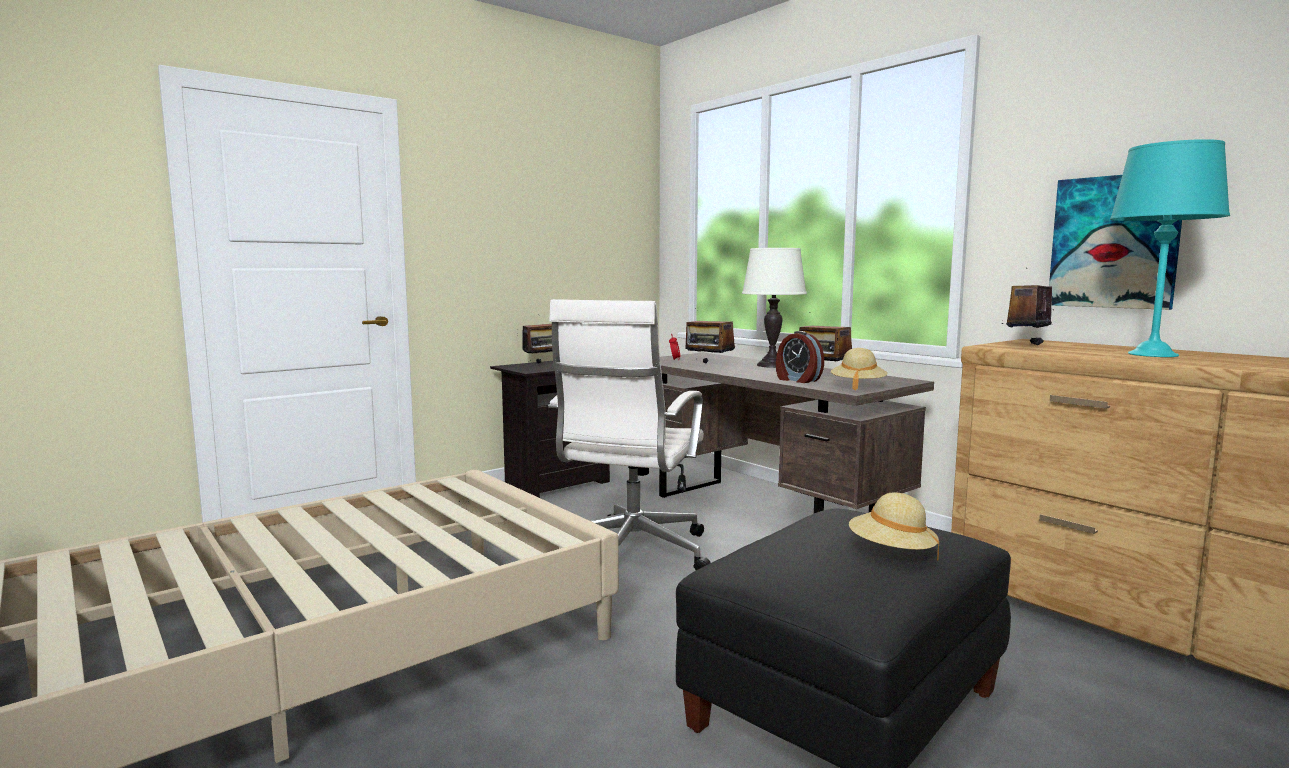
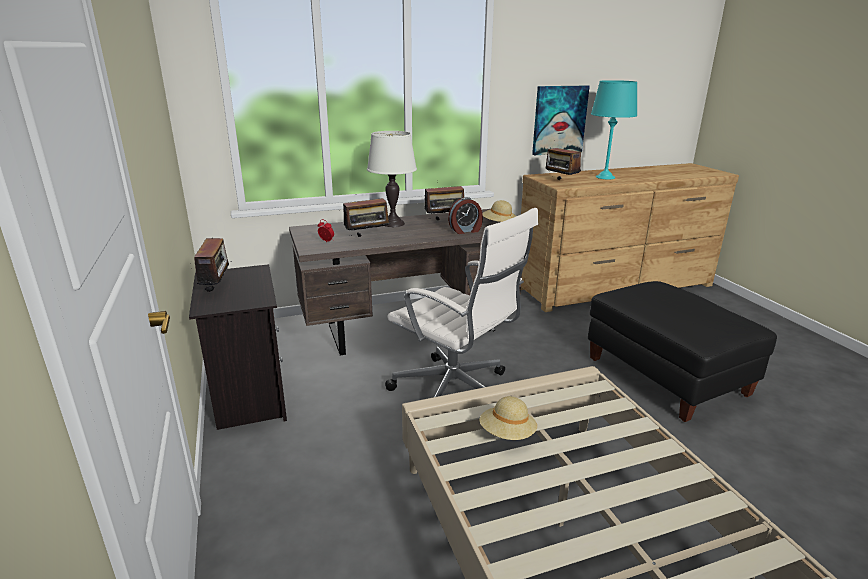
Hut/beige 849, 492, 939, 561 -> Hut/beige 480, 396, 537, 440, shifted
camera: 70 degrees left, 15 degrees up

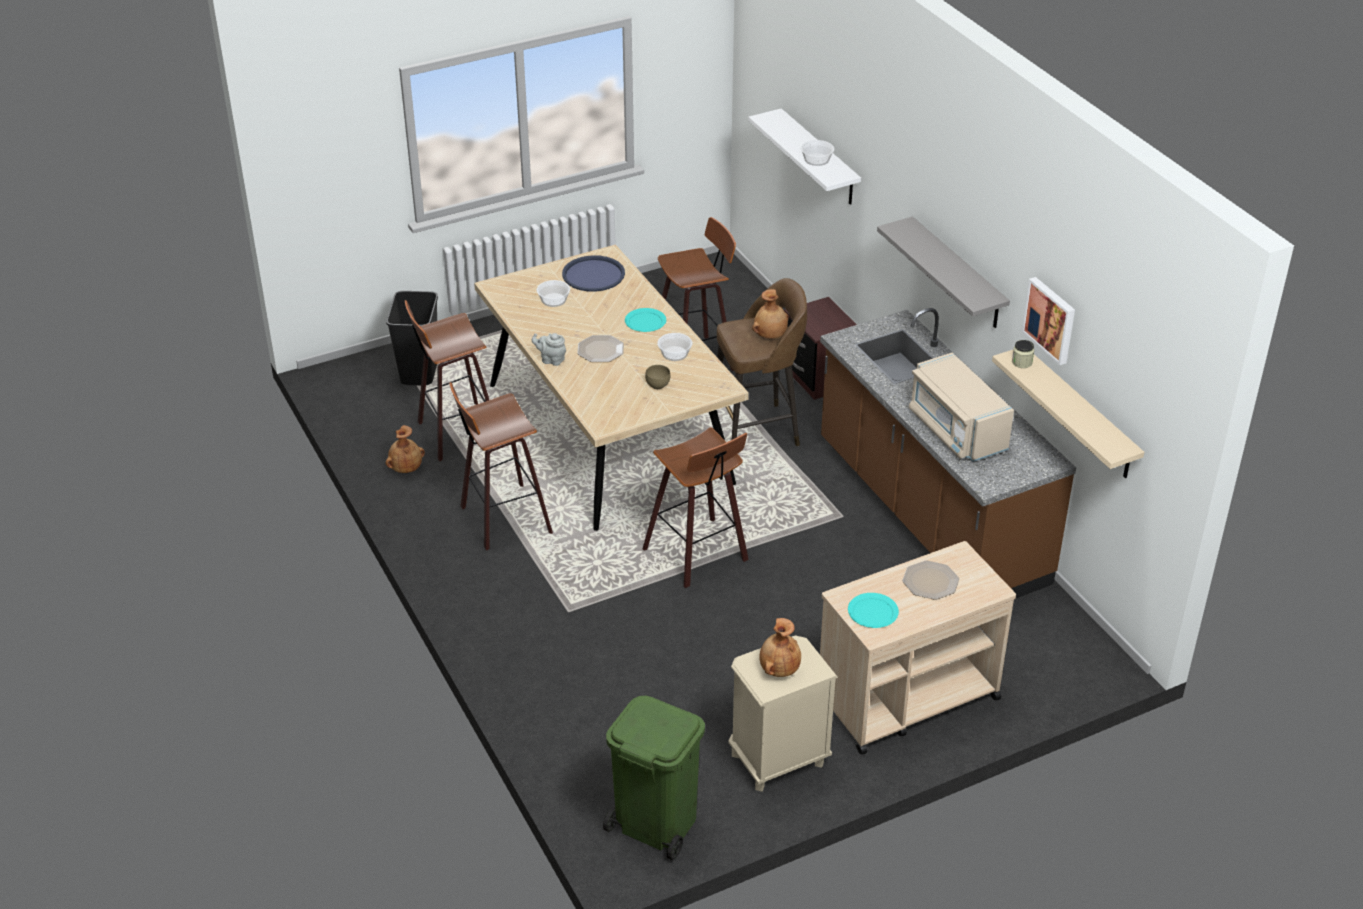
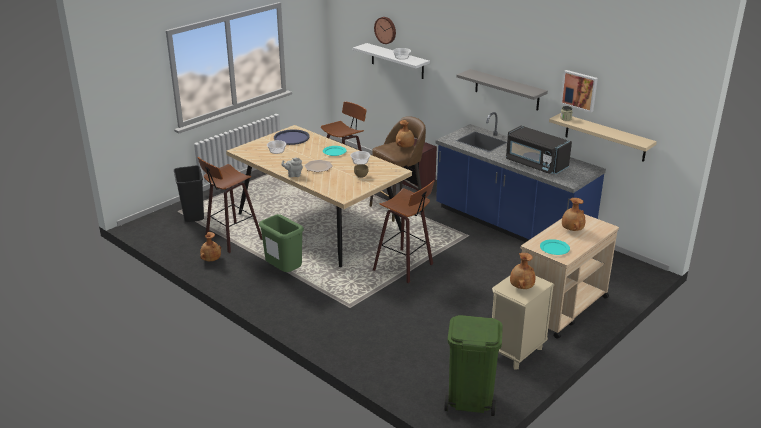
none -> Wanduhr 374, 17, 396, 44
Hocker 449, 382, 553, 550 -> Mülleimer/grün 259, 214, 304, 272
Teller 903, 561, 959, 600 -> Vase/braun 562, 198, 585, 231
Küchenzeile/braun 820, 308, 1076, 599 -> Küchenzeile/blau 436, 112, 606, 242
Mikrowelle/beige 909, 353, 1014, 462 -> Mikrowelle/schwarz 506, 126, 572, 174
camera: 20 degrees left, 10 degrees down

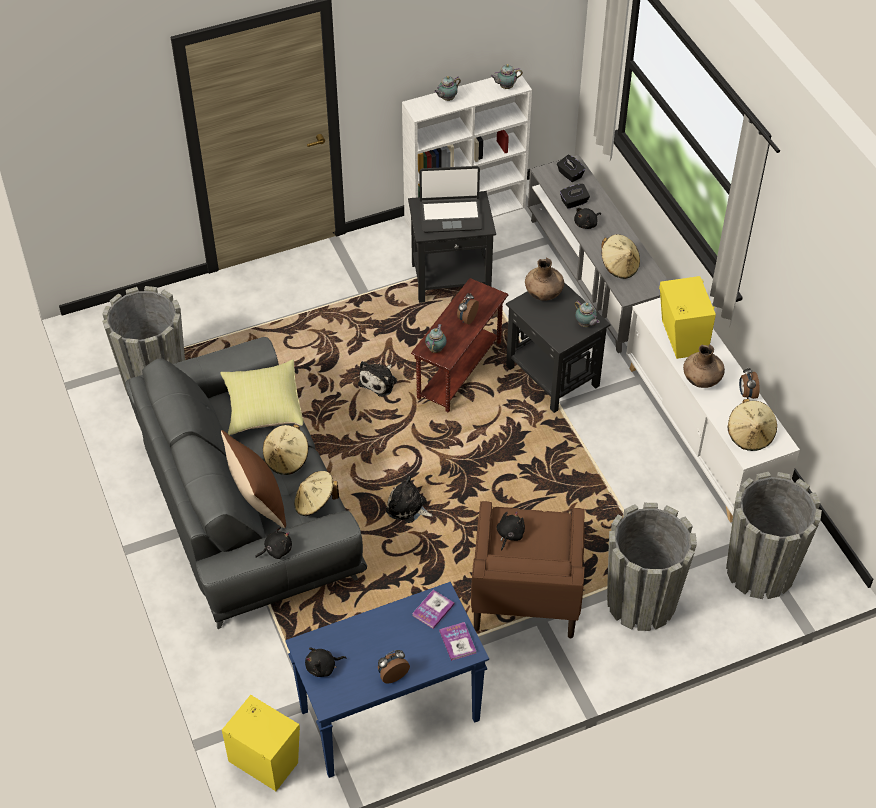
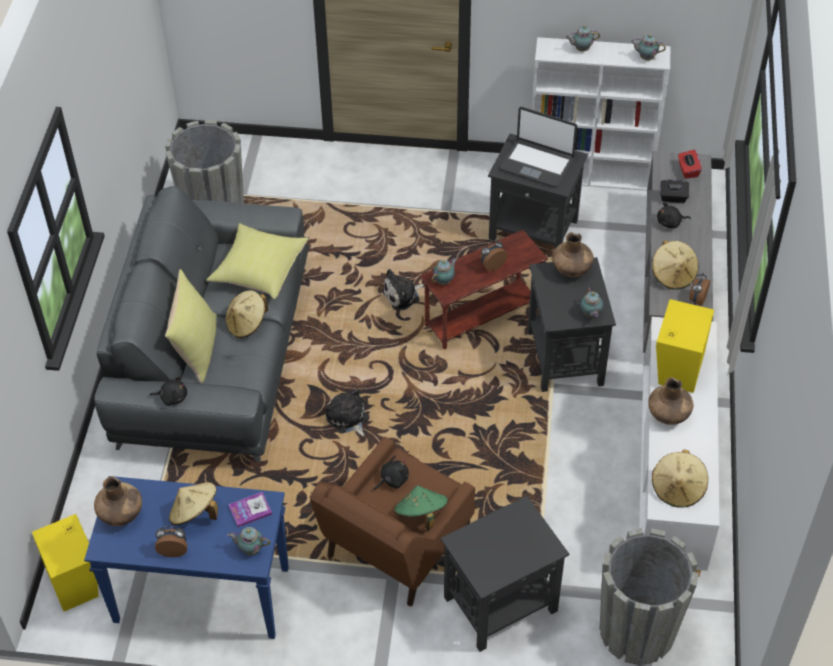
none -> Hut/grün 394, 485, 448, 531
Hut/beige 294, 471, 339, 516 -> Hut/beige 169, 482, 218, 525, shifted
Wecker 739, 367, 760, 399 -> Wecker 689, 273, 710, 306, shifted
Plüschtier/schwarz 305, 648, 346, 677 -> Vase/braun 94, 476, 142, 526
Buch 439, 622, 476, 661 -> Teekanne 227, 527, 271, 555
Pflanzkübel/grau 607, 503, 697, 631 -> Beistelltisch/schwarz 440, 496, 569, 652
Kissen/braun 221, 430, 286, 528 -> Kissen/gelb 165, 269, 217, 383
Taschentuchbox/schwarz 557, 155, 585, 182 -> Taschentuchbox/rot 678, 150, 702, 178
camera: 30 degrees right, 0 degrees up

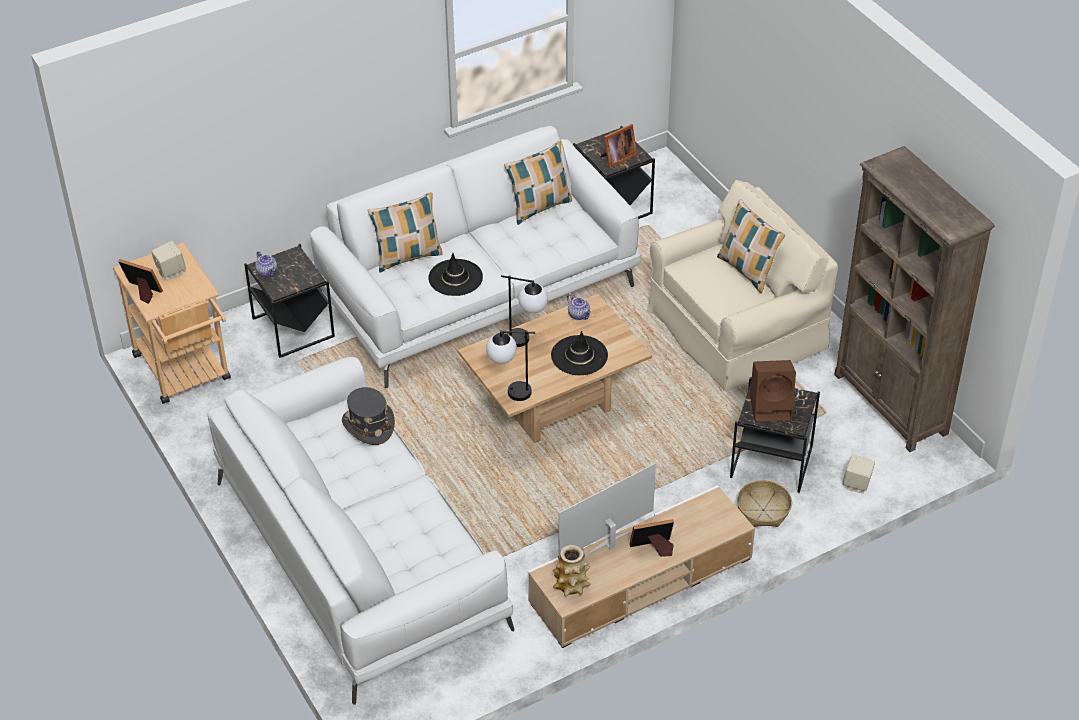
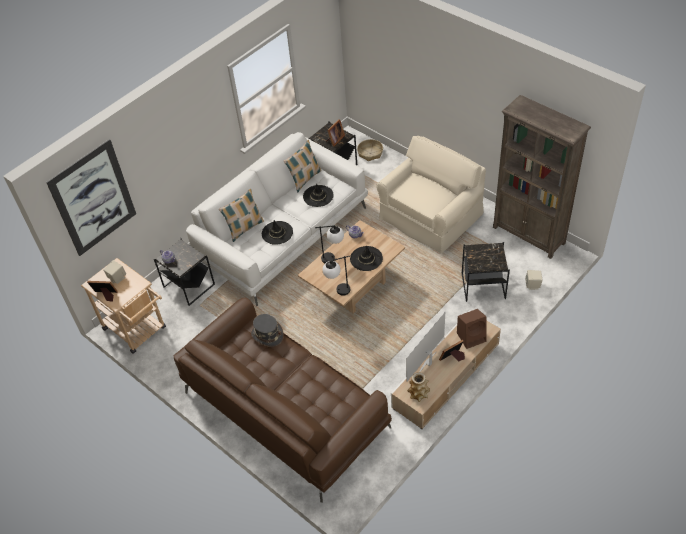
Kissen 717, 199, 785, 293 -> none
none -> Bild 46, 139, 136, 256
none -> Hut/schwarz 303, 184, 334, 207
Korb 737, 480, 792, 527 -> Korb 357, 139, 383, 161, shifted
Lautsprecher/braun 750, 360, 796, 422 -> Lautsprecher/braun 457, 309, 487, 349, shifted
Sofa/weiß 208, 357, 514, 705 -> Sofa/braun 174, 298, 392, 503
camera: 15 degrees left, 5 degrees up

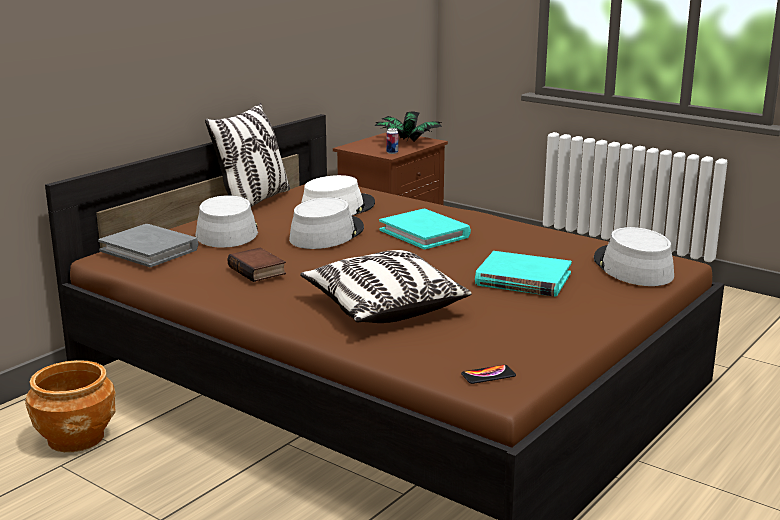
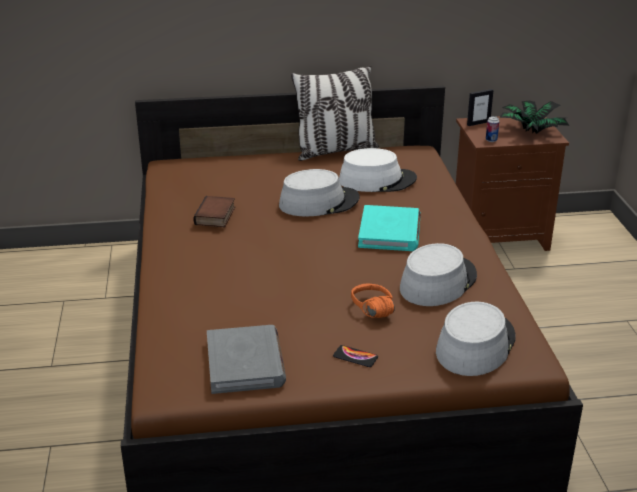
Pflanzkübel/braun 25, 360, 116, 452 -> none
Kissen 300, 250, 471, 323 -> none
none -> Bilderrahmen 467, 89, 494, 126
Buch/grau 98, 224, 198, 267 -> Buch/grau 207, 325, 286, 394, shifted
Hut/grau 195, 195, 258, 248 -> Hut/grau 400, 243, 477, 306, shifted
Handy 461, 365, 516, 384 -> Handy 333, 345, 378, 367, shifted
Buch/türkis 475, 251, 572, 297 -> Kopfhörer/orange 351, 284, 395, 318
camera: 45 degrees right, 10 degrees up

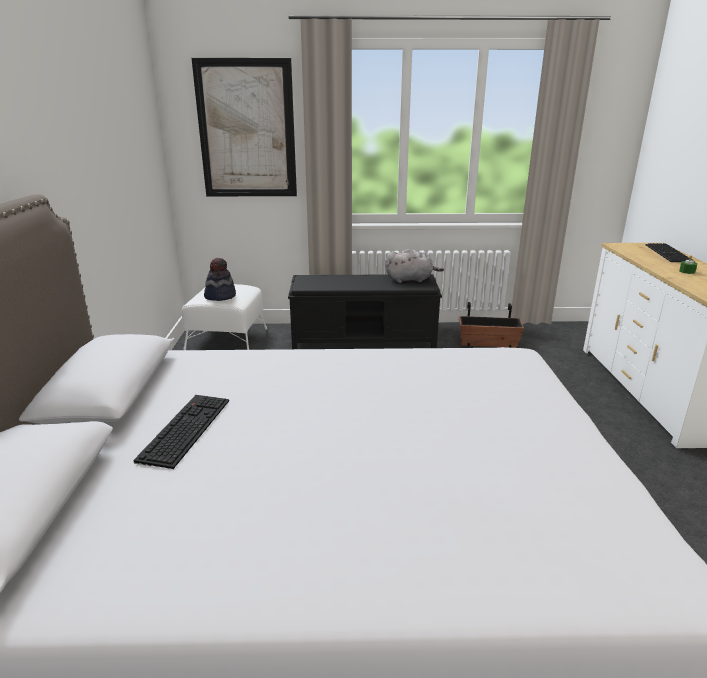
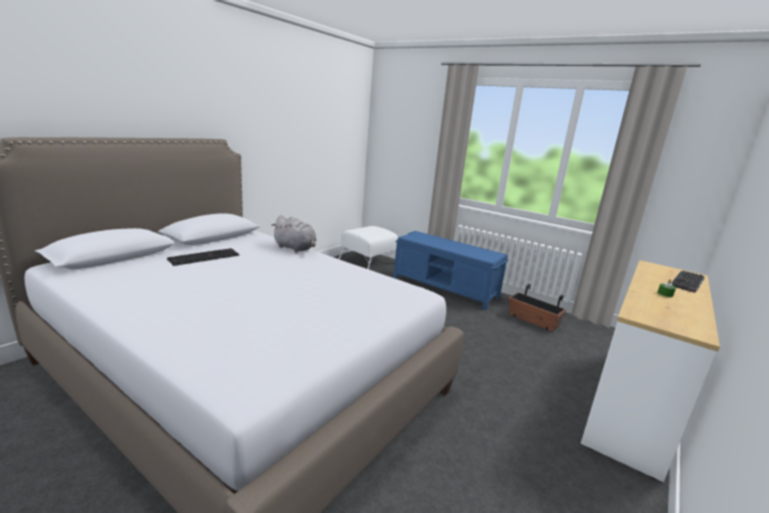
Bild 192, 58, 297, 196 -> none
Hut 204, 258, 236, 301 -> none
Plüschtier/grau 385, 249, 444, 283 -> Plüschtier/grau 271, 215, 317, 252, shifted
Bank/schwarz 288, 274, 442, 349 -> Bank/blau 393, 231, 508, 310
camera: 35 degrees right, 5 degrees down

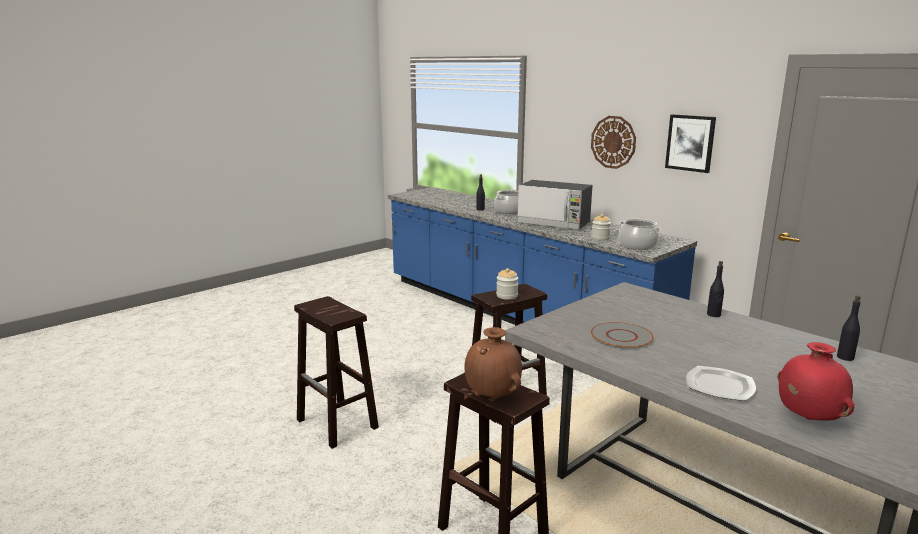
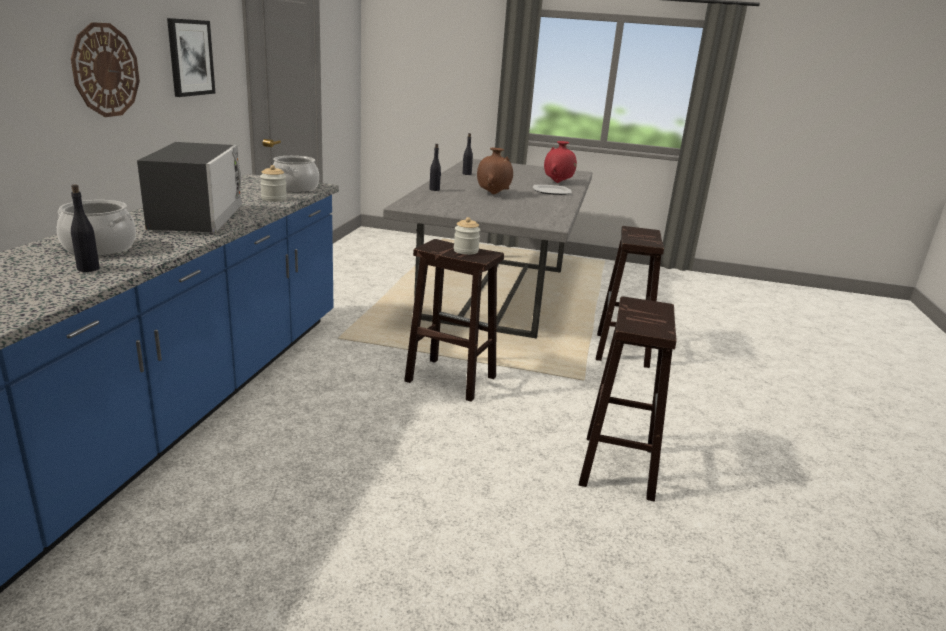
Teller/grau 591, 322, 654, 349 -> none
Vase/braun 464, 327, 522, 398 -> Vase/braun 477, 148, 513, 194, shifted
camera: 125 degrees left, 5 degrees up

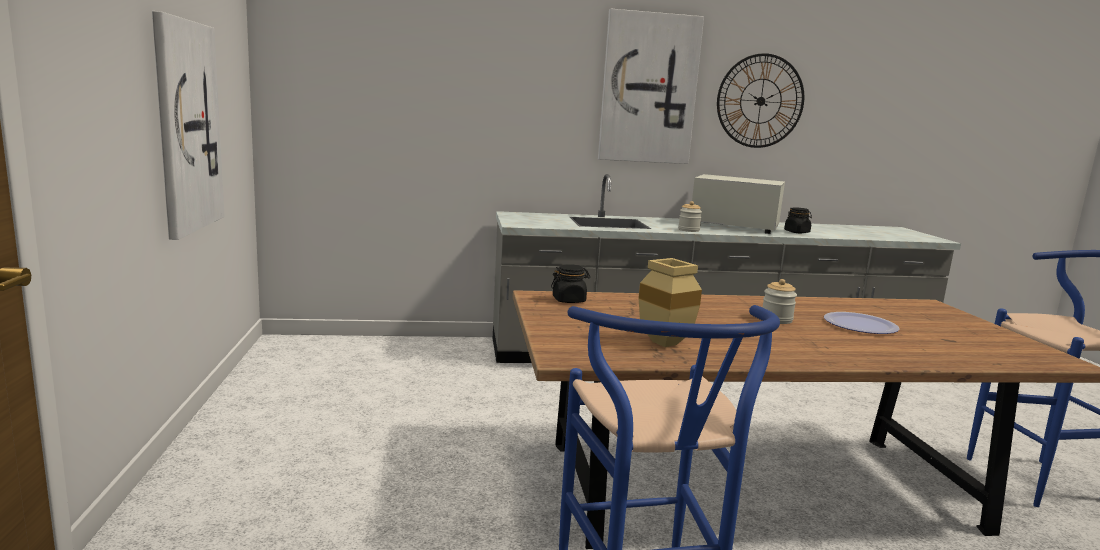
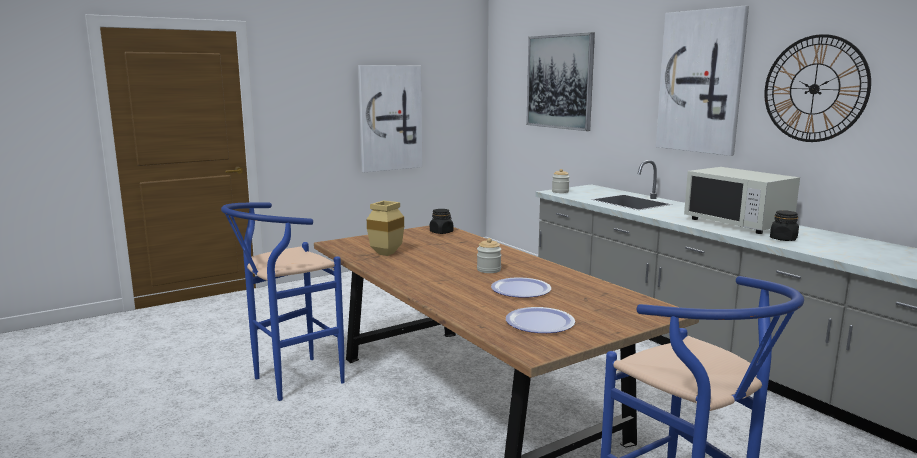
none -> Teller 506, 307, 575, 333
none -> Bild 526, 32, 595, 131
Vorratsglas 678, 201, 702, 232 -> Vorratsglas 552, 169, 569, 193, shifted
Mikrowelle/weiß 692, 174, 785, 234 -> Mikrowelle/weiß 684, 167, 800, 234, 150 degrees clockwise
camera: 65 degrees right, 0 degrees up

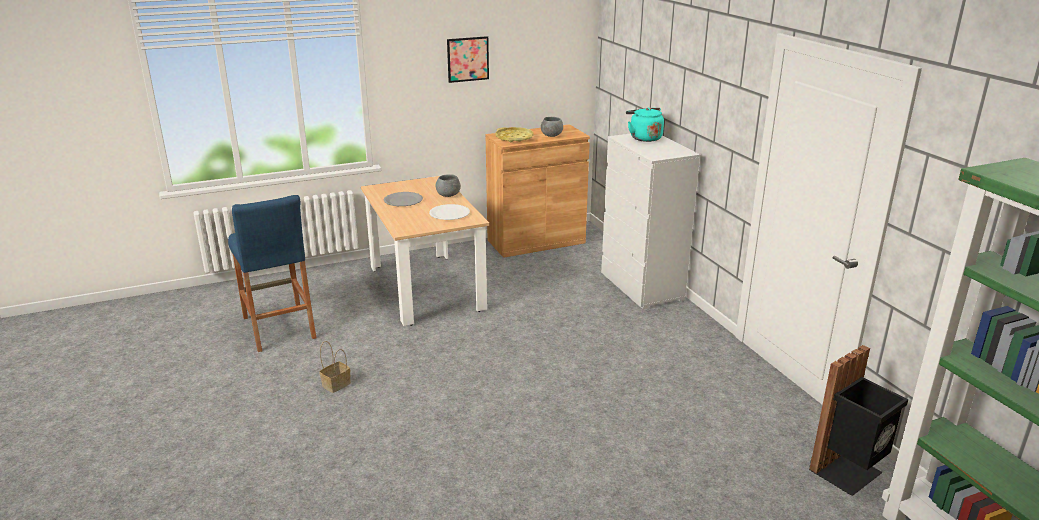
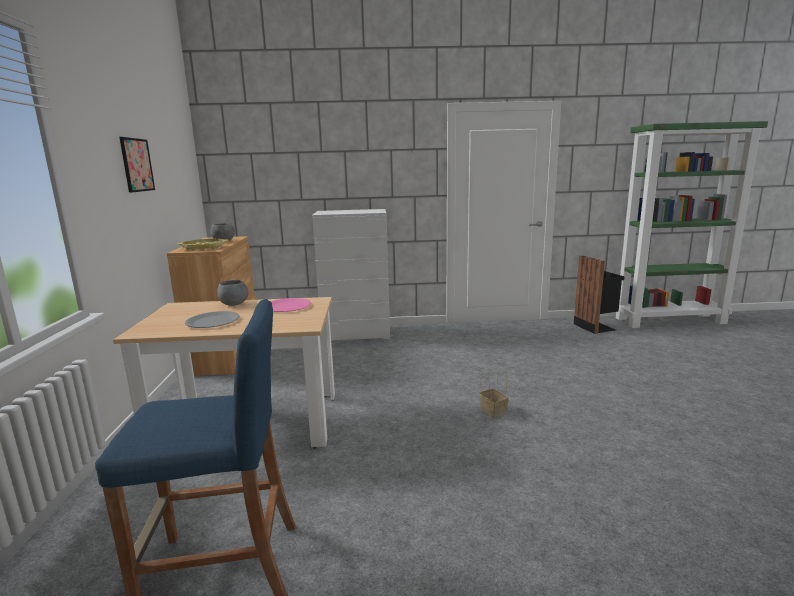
Wasserkessel/türkis 626, 107, 664, 142 -> none
Korb 319, 341, 351, 393 -> Korb 479, 367, 509, 418, shifted
Teller/weiß 429, 204, 470, 220 -> Teller/rosa 270, 298, 311, 312
camera: 70 degrees left, 10 degrees down

